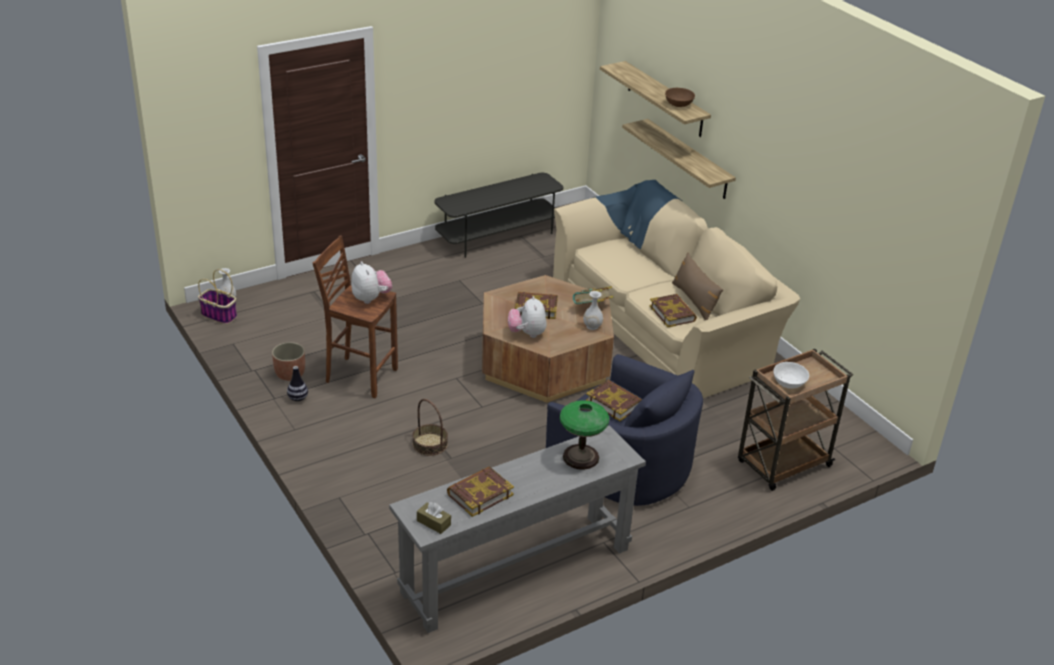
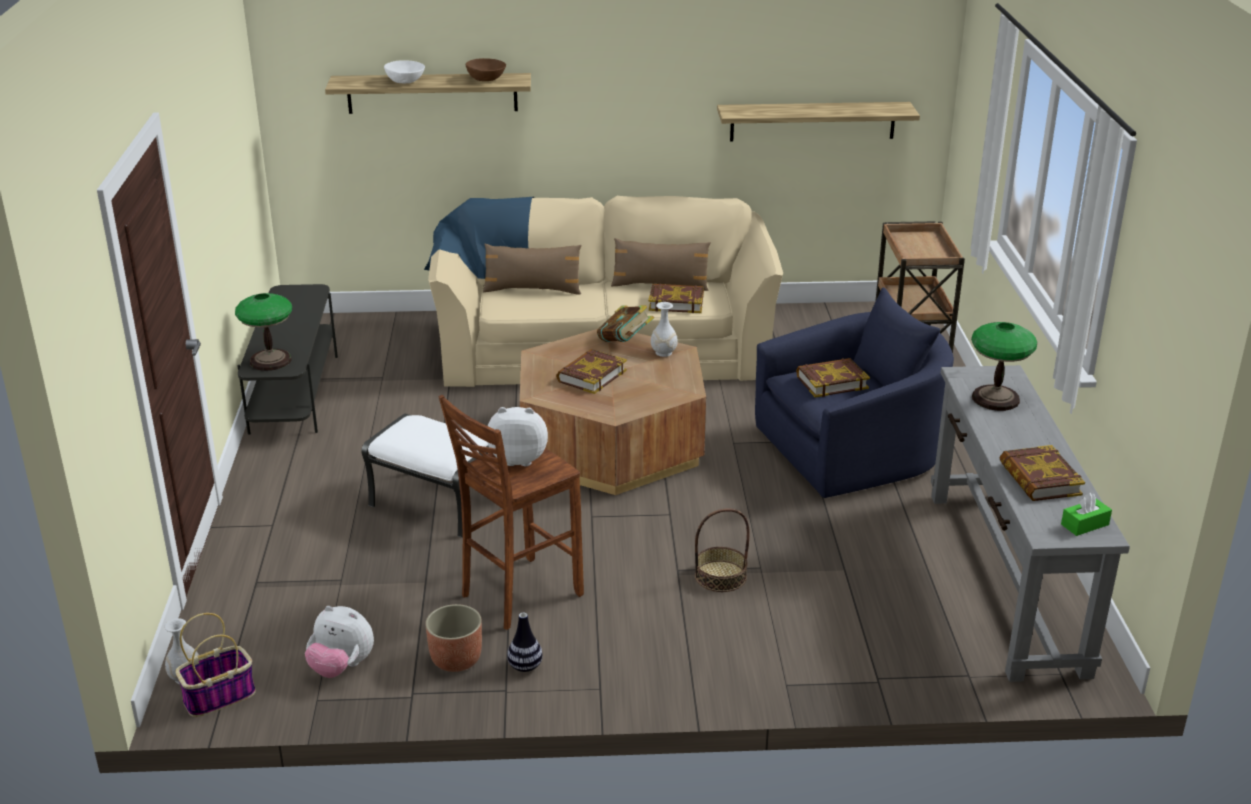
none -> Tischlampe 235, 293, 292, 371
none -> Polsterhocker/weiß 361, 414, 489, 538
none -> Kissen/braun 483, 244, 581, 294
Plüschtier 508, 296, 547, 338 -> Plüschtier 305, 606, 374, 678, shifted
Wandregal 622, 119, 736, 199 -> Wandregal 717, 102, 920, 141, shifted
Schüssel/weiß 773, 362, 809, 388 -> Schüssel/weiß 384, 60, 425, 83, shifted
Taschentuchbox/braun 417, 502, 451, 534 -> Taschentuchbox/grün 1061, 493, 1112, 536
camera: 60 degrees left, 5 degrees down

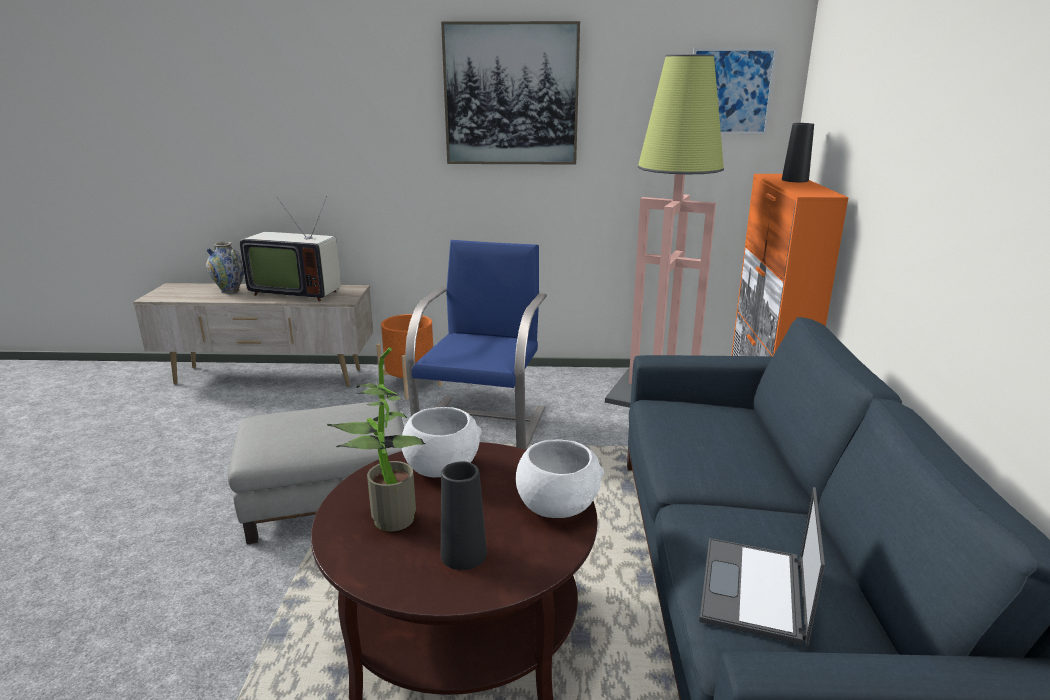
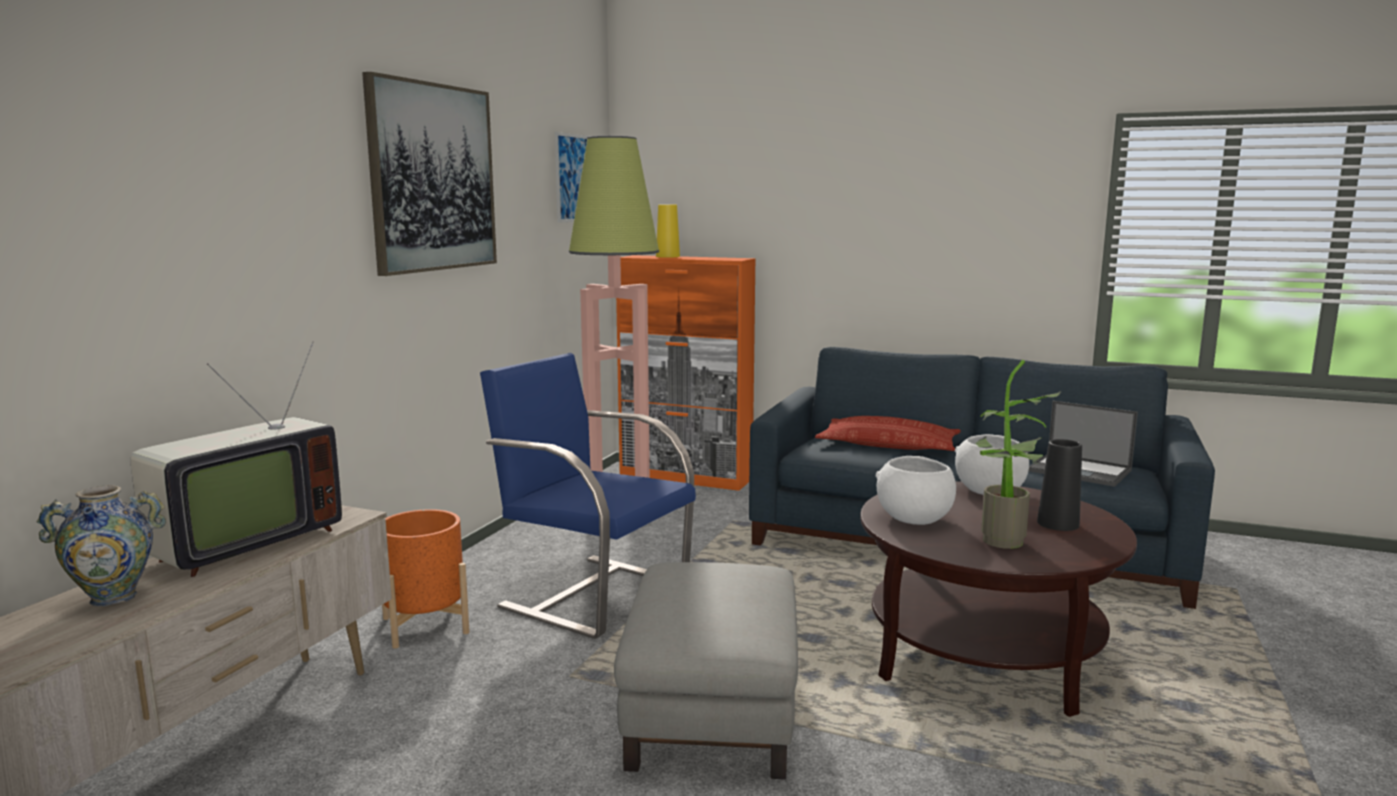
none -> Kissen 815, 416, 961, 451
Vase/schwarz 782, 123, 814, 182 -> Vase/gelb 656, 204, 680, 258
camera: 70 degrees left, 10 degrees down

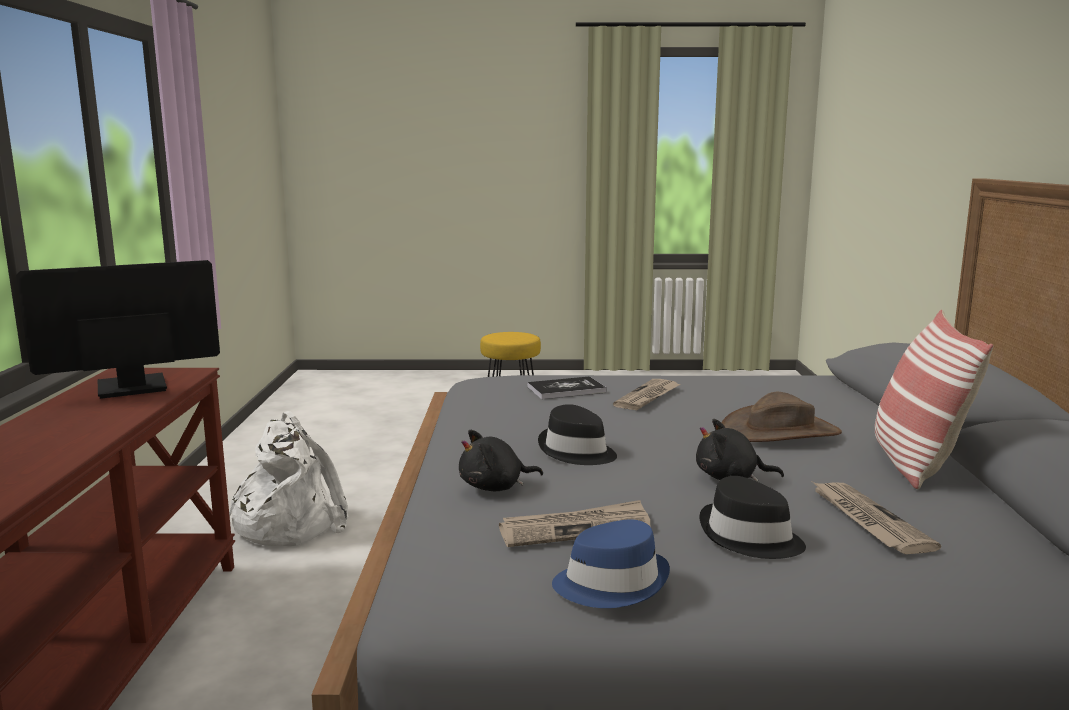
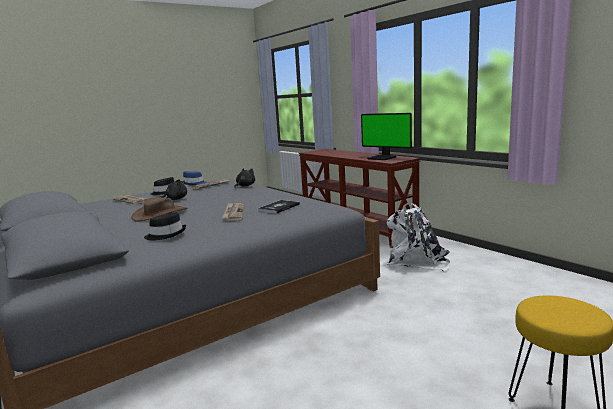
Kissen 875, 310, 993, 489 -> none
Hut/schwarz 538, 404, 617, 465 -> Hut/schwarz 144, 212, 186, 241, shifted
Monitor 16, 260, 220, 399 -> Monitor 361, 113, 412, 160, 105 degrees clockwise
camera: 145 degrees right, 0 degrees up

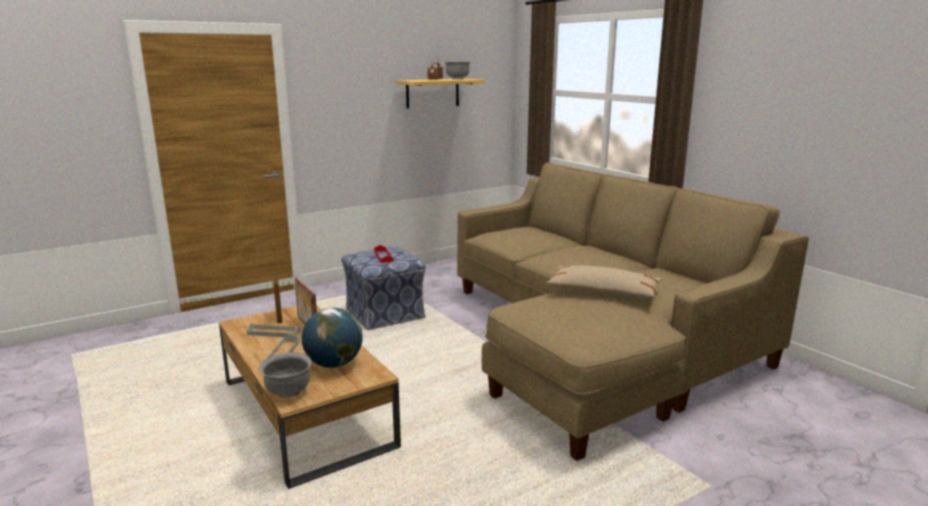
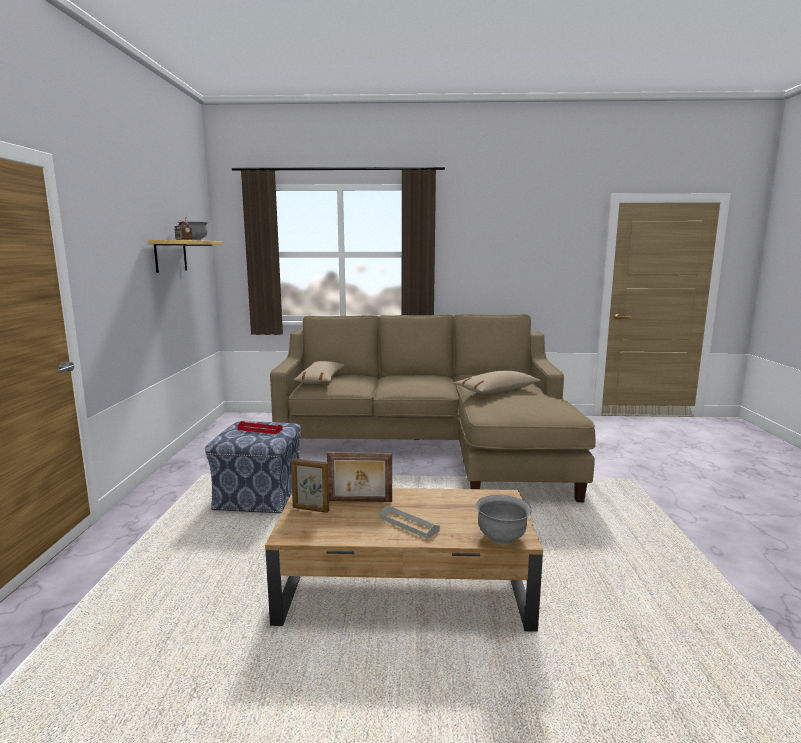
Tablett/grau 247, 324, 301, 337 -> none
Globus 302, 308, 363, 368 -> none
none -> Kissen/beige 293, 361, 345, 384
camera: 55 degrees left, 5 degrees down

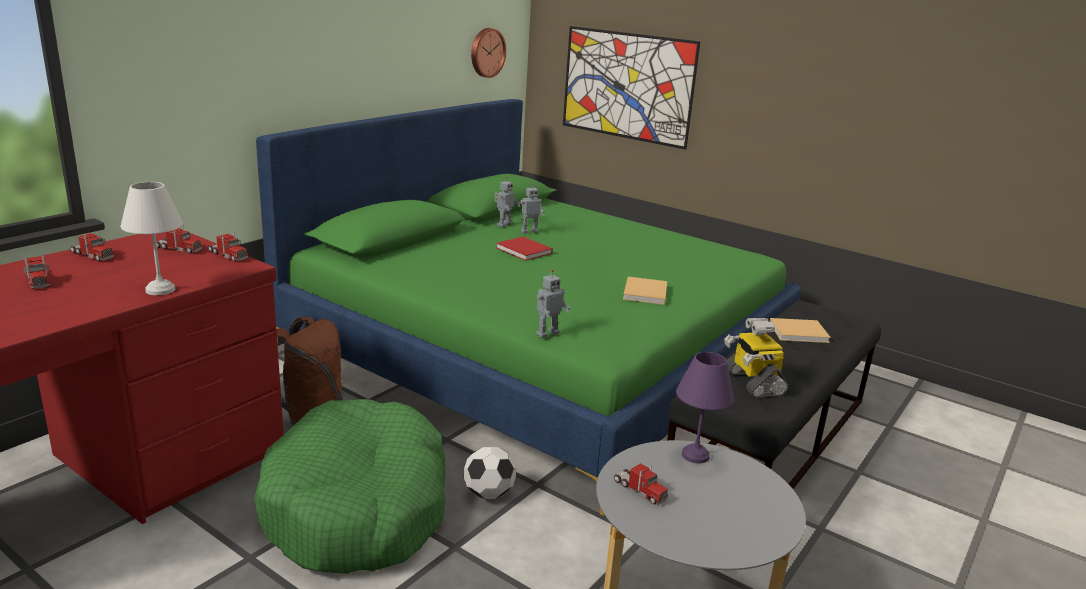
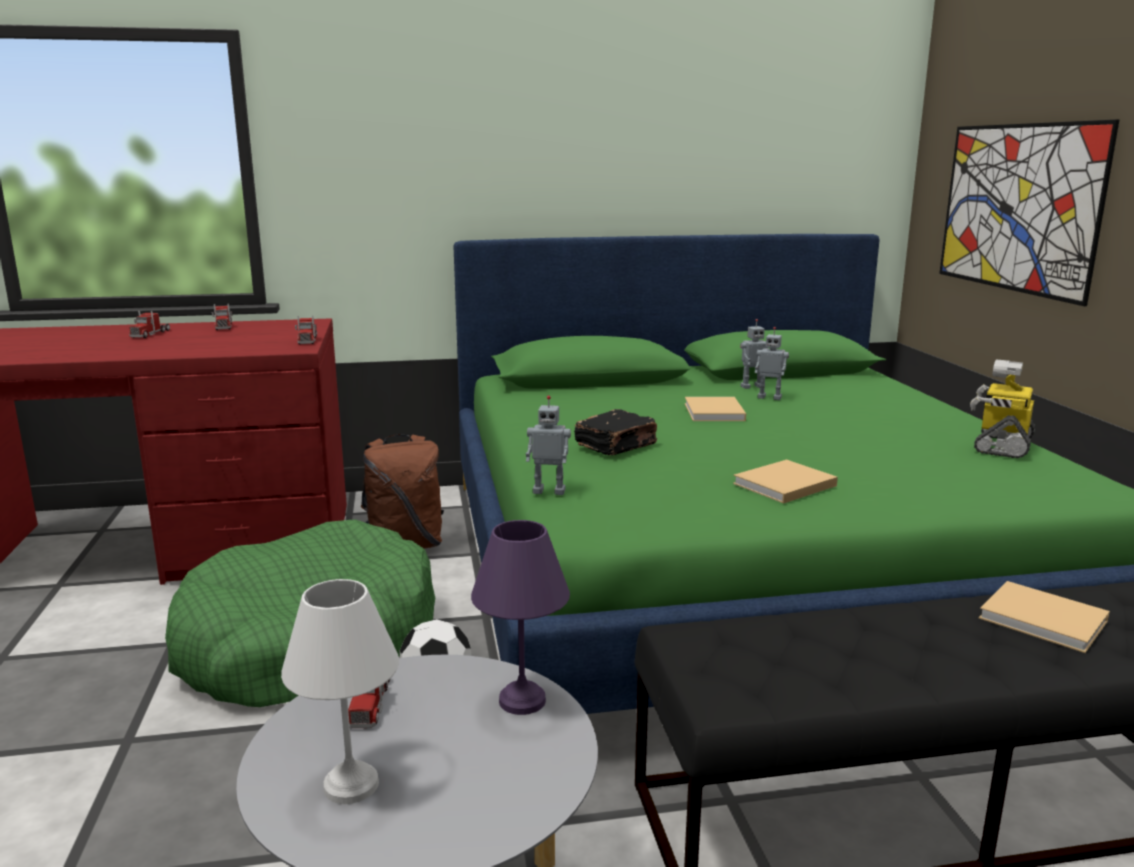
Spielzeuglaster 156, 225, 202, 254 -> none
Wanduhr 471, 28, 506, 78 -> none
none -> Buch/schwarz 574, 409, 657, 455
Tischlampe/weiß 120, 182, 183, 295 -> Tischlampe/weiß 281, 579, 399, 804, shifted
Spielzeugroboter 724, 318, 789, 398 -> Spielzeugroboter 970, 360, 1035, 458, shifted
Buch/rot 496, 237, 553, 261 -> Buch/beige 685, 397, 746, 421
camera: 45 degrees right, 5 degrees down

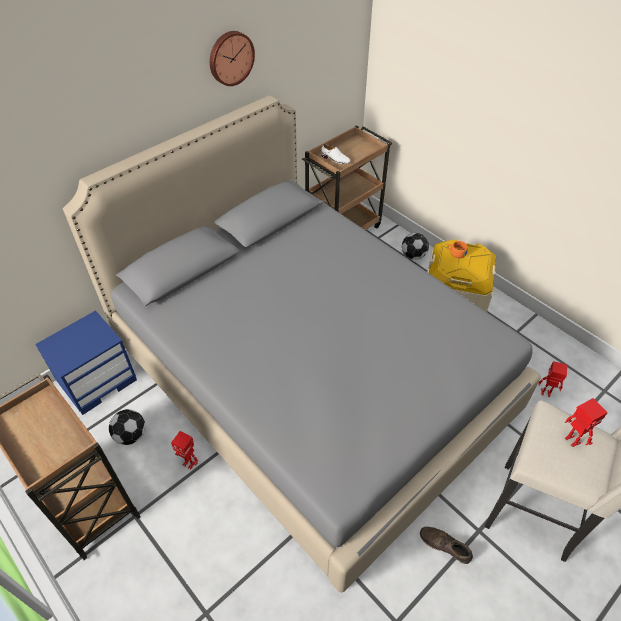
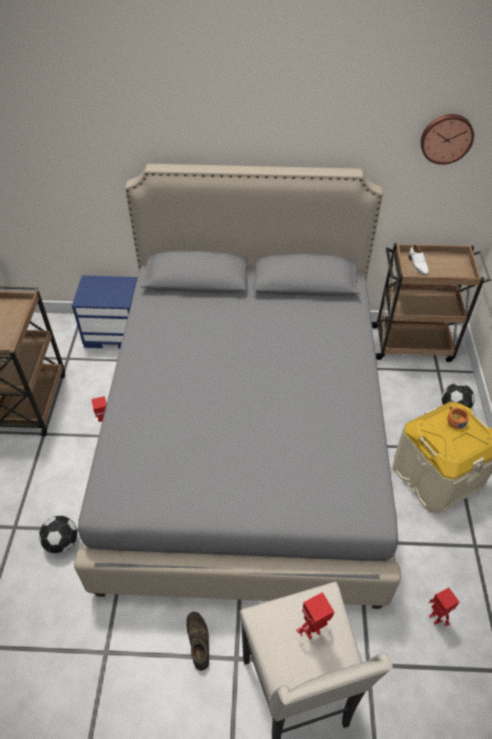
Fußball 109, 409, 145, 445 -> Fußball 39, 516, 78, 554, shifted
Wanduhr 210, 31, 255, 86 -> Wanduhr 421, 114, 474, 165, shifted
Spielzeugroboter 565, 398, 608, 447 -> Spielzeugroboter 296, 592, 334, 639, 135 degrees counterclockwise
camera: 45 degrees right, 0 degrees up

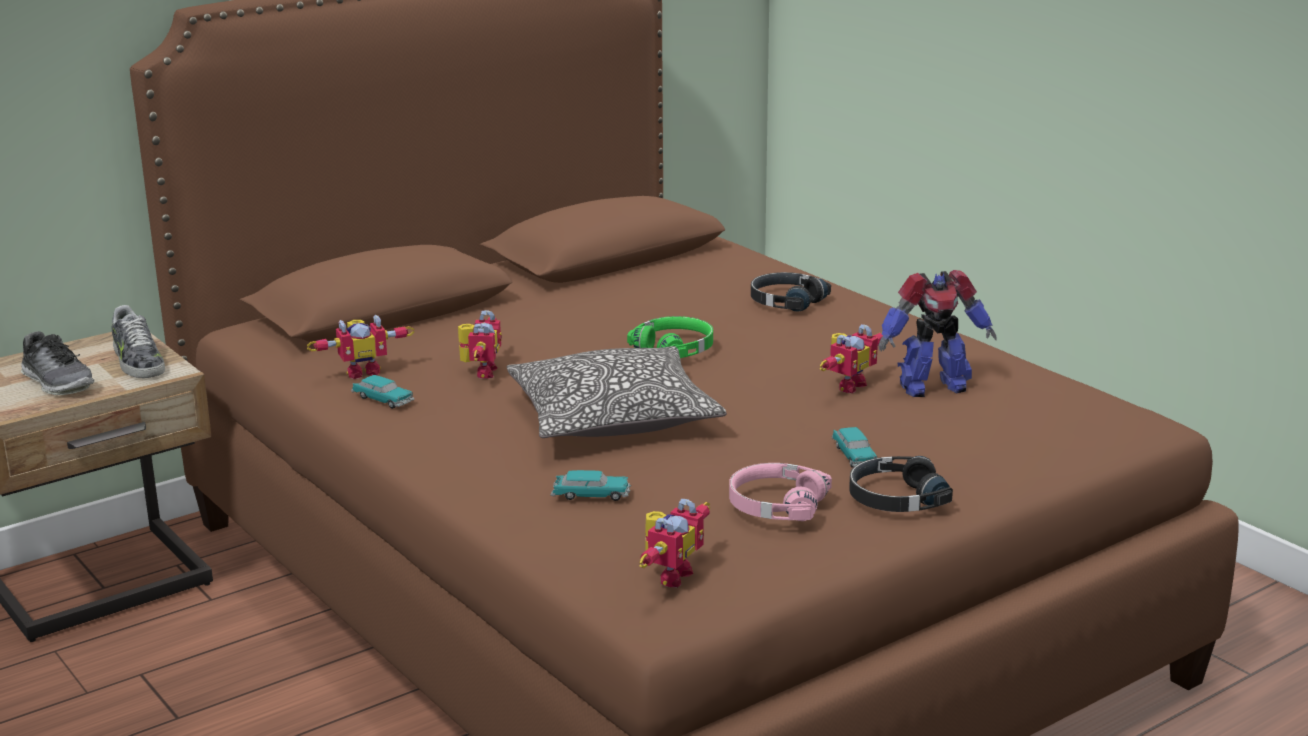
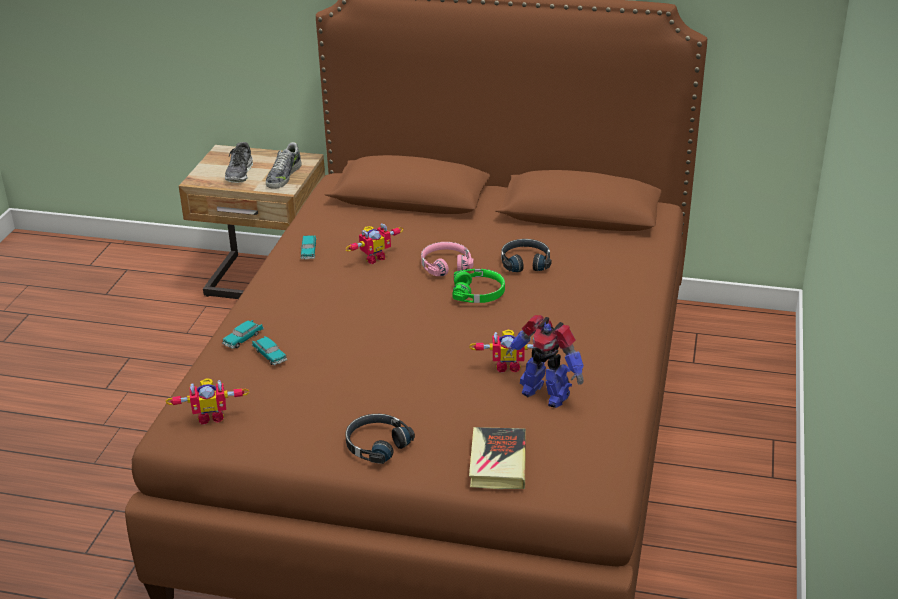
Spielzeugroboter 307, 314, 414, 379 -> none
Kissen 507, 346, 727, 438 -> none
none -> Buch 469, 427, 526, 489
Kopfhörer/rosa 729, 463, 832, 521 -> Kopfhörer/rosa 421, 242, 474, 276, shifted
Kopfhörer/schwarz 751, 272, 831, 312 -> Kopfhörer/schwarz 501, 239, 552, 272, shifted
Spielzeugauto 832, 427, 877, 468 -> Spielzeugauto 222, 320, 264, 349, shifted
camera: 50 degrees right, 10 degrees up

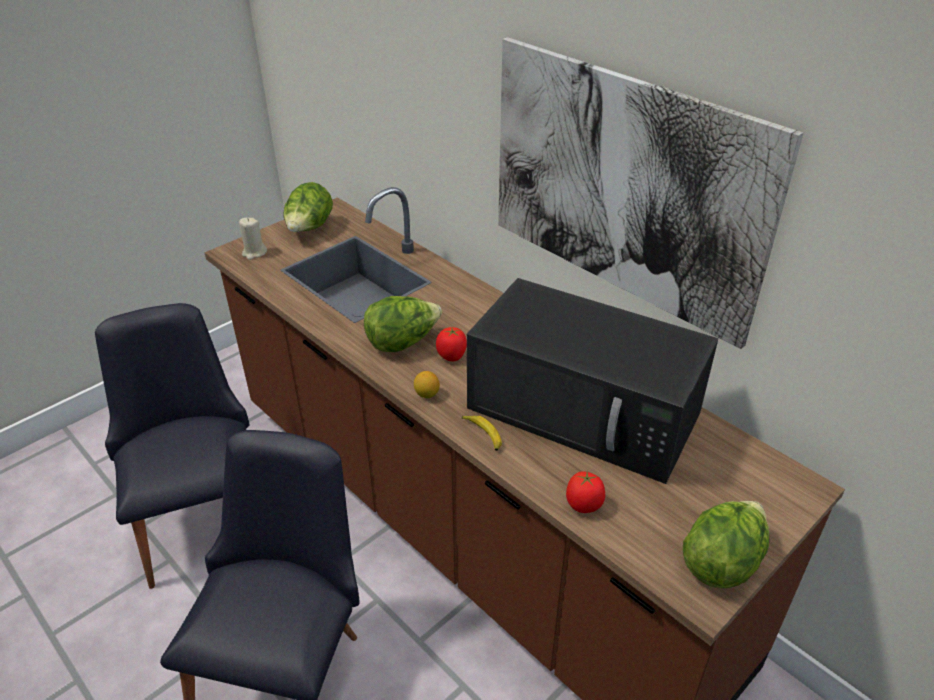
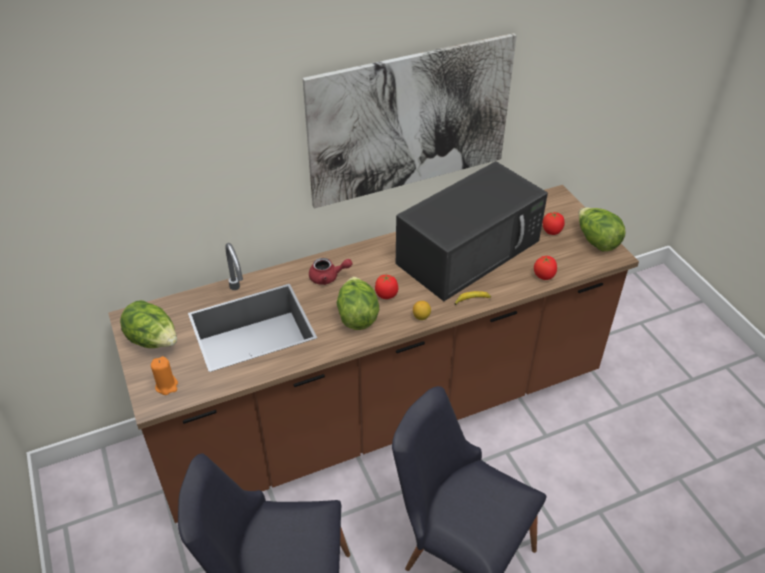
none -> Teekanne/rot 309, 258, 352, 285
none -> Tomate 543, 212, 565, 235
Kerze/beige 239, 218, 267, 260 -> Kerze/orange 151, 356, 178, 395
camera: 70 degrees left, 5 degrees up

